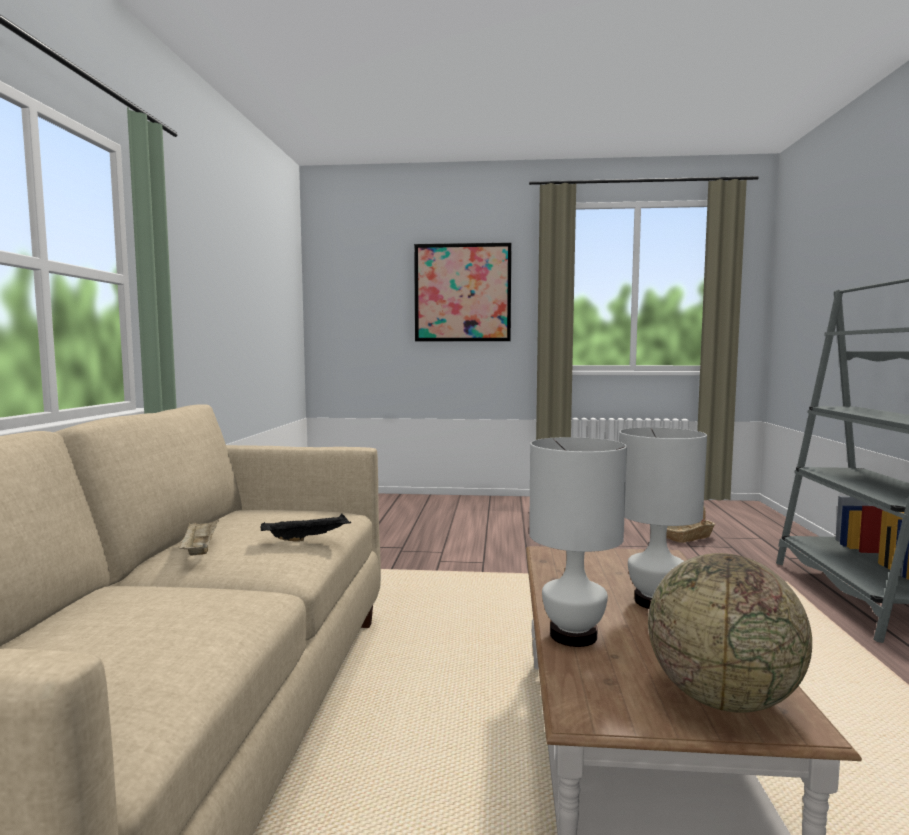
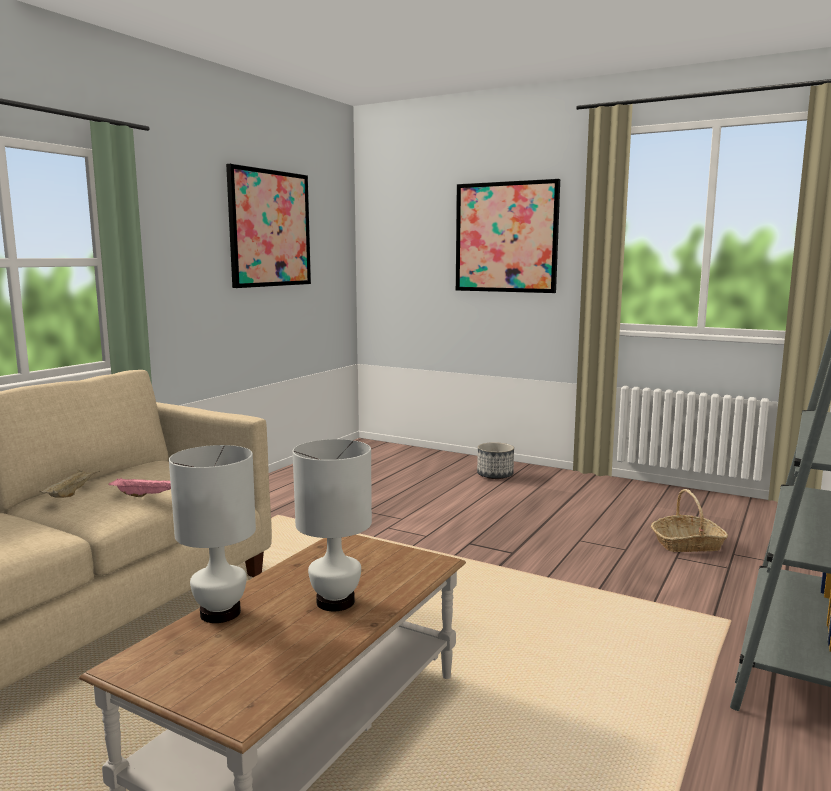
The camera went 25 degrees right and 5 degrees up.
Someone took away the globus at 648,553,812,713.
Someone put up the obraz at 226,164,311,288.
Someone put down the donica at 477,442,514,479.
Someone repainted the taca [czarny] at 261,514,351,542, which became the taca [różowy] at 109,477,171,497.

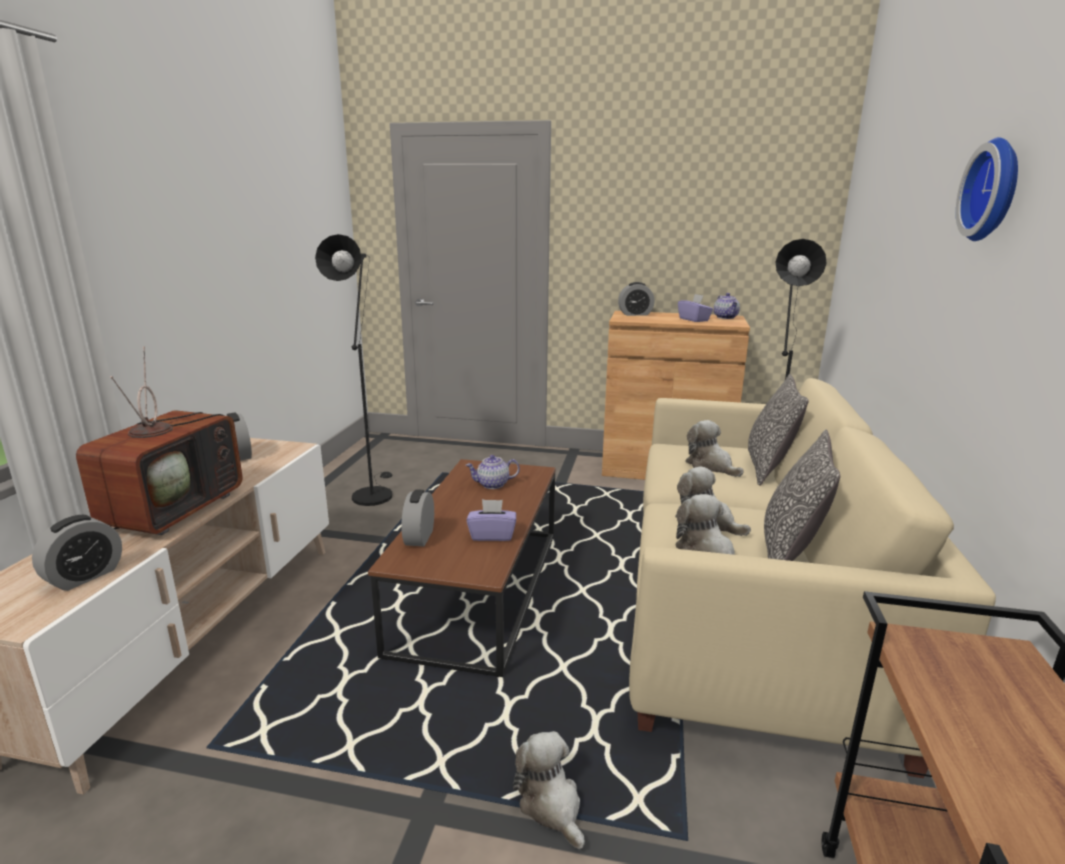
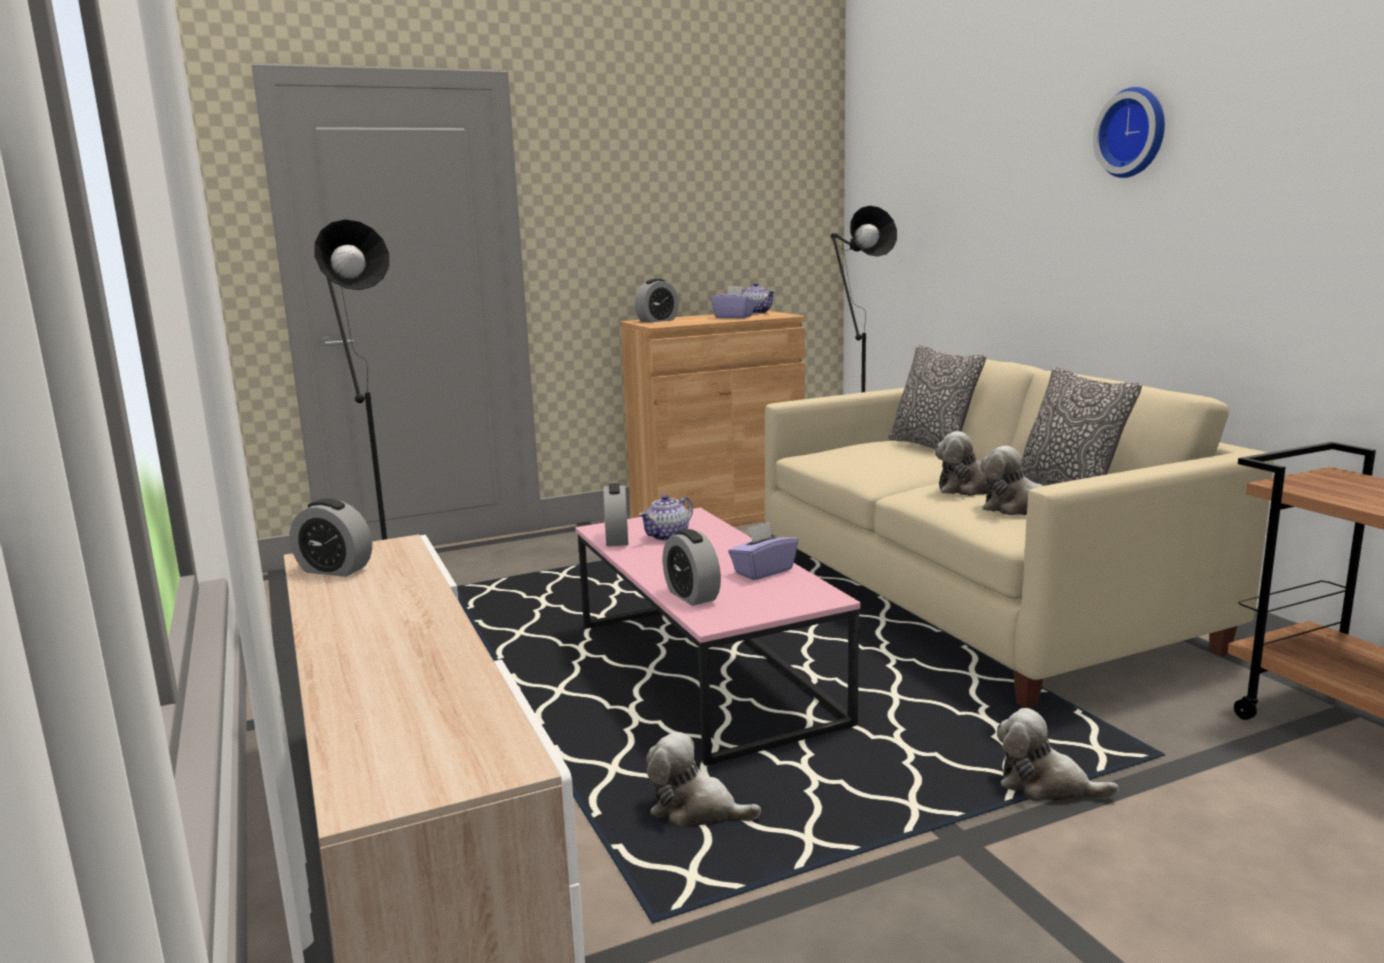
The camera went 35 degrees left and 5 degrees down.
Someone took away the telewizor at 76,346,243,535.
Someone carried the budzik from 32,515,122,591 to 603,483,628,546.
Someone carried the pluszak from 685,420,744,477 to 646,732,761,827.
Someone repainted the ława [brązowy] at 368,459,556,677, which became the ława [różowy] at 575,508,861,766.

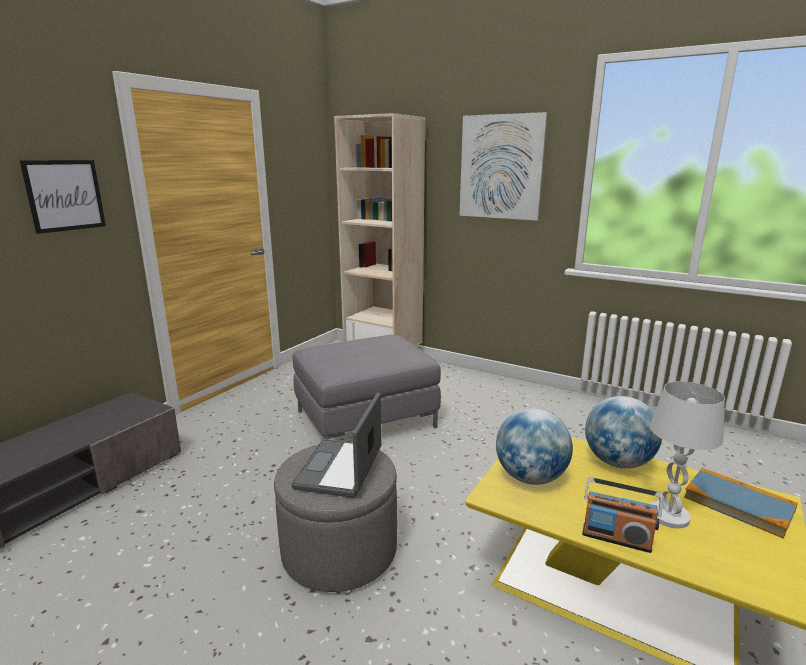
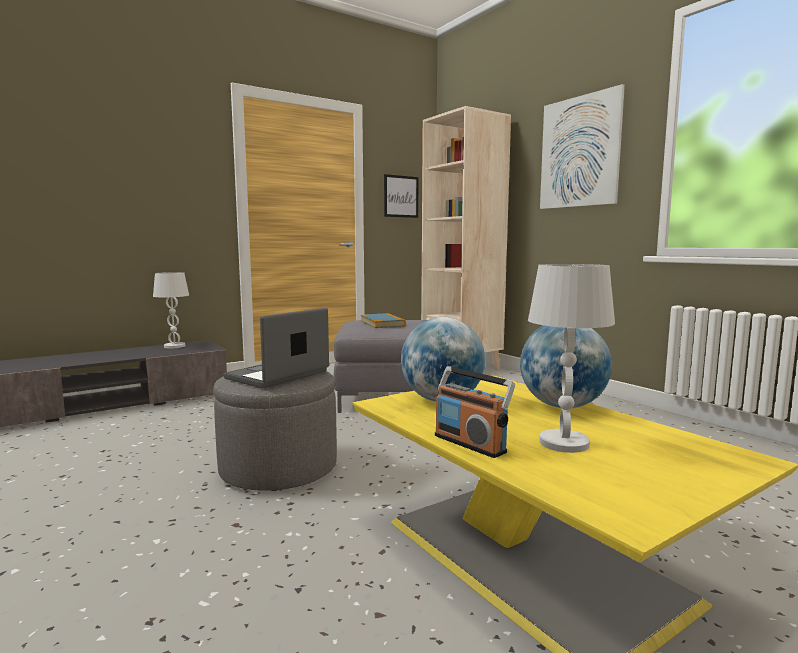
The camera went 25 degrees right and 10 degrees down.
Someone put down the lampa stołowa [biały] at 153,272,189,349.
Someone carried the obraz from 20,160,106,234 to 384,174,418,218.
Someone carried the książka from 684,467,798,539 to 361,313,406,328.

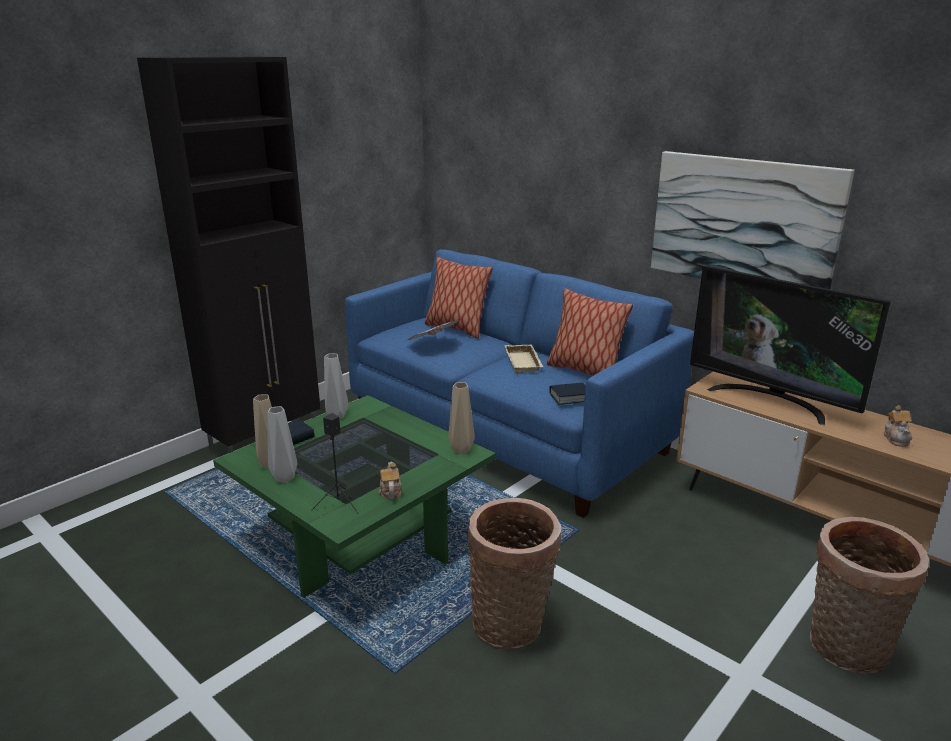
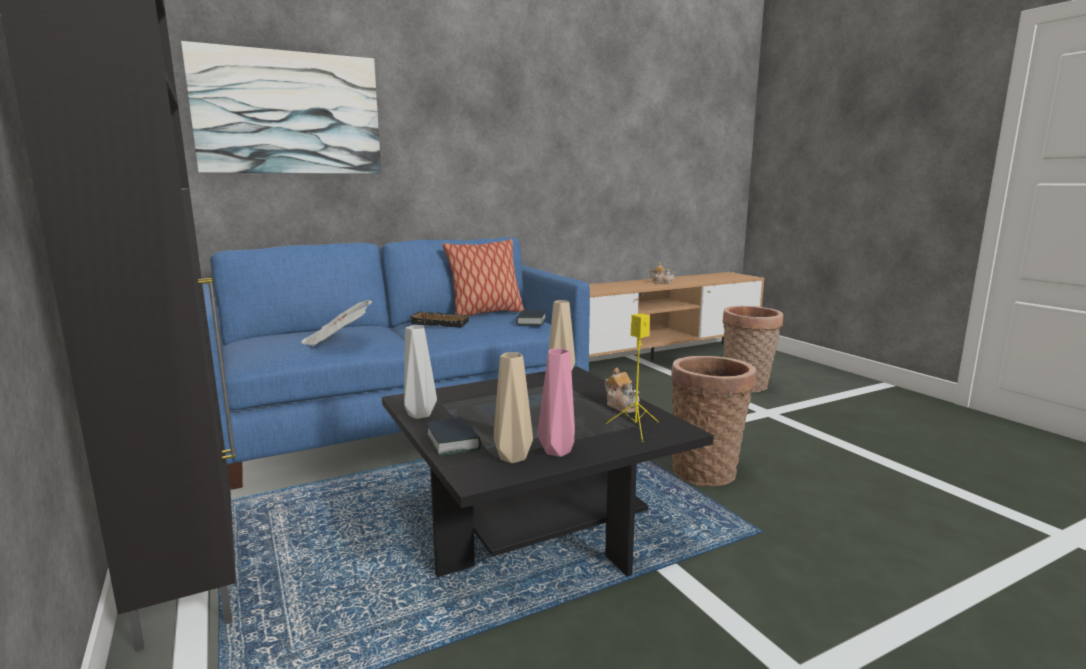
The camera went 70 degrees left and 10 degrees down.
Someone took away the poduszka at 425,257,493,339.
Someone took away the telewizor at 690,265,891,425.
Someone carried the obraz from 651,151,855,289 to 181,41,381,174.
Someone repainted the ława [zielony] at 213,395,496,598, which became the ława [czarny] at 382,366,714,578.
Someone repainted the wazon [szary] at 268,406,297,483, which became the wazon [różowy] at 538,348,575,457.
Someone repainted the głośnik [czarny] at 312,413,358,514, which became the głośnik [żółty] at 605,314,659,442.
Someone repainted the taca [beżowy] at 505,344,543,373, which became the taca [czarny] at 409,311,473,327.
Someone rotated the imbryk at 379,462,401,499 by 135 degrees counterclockwise.

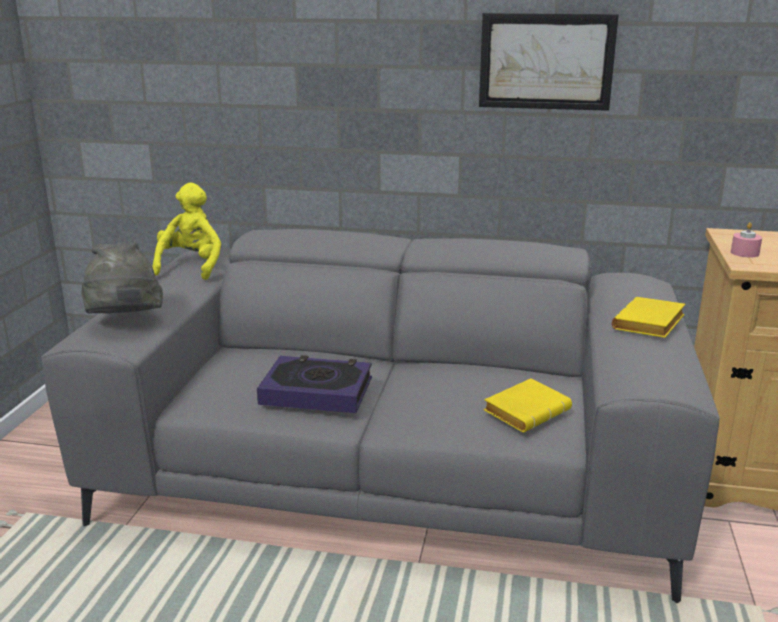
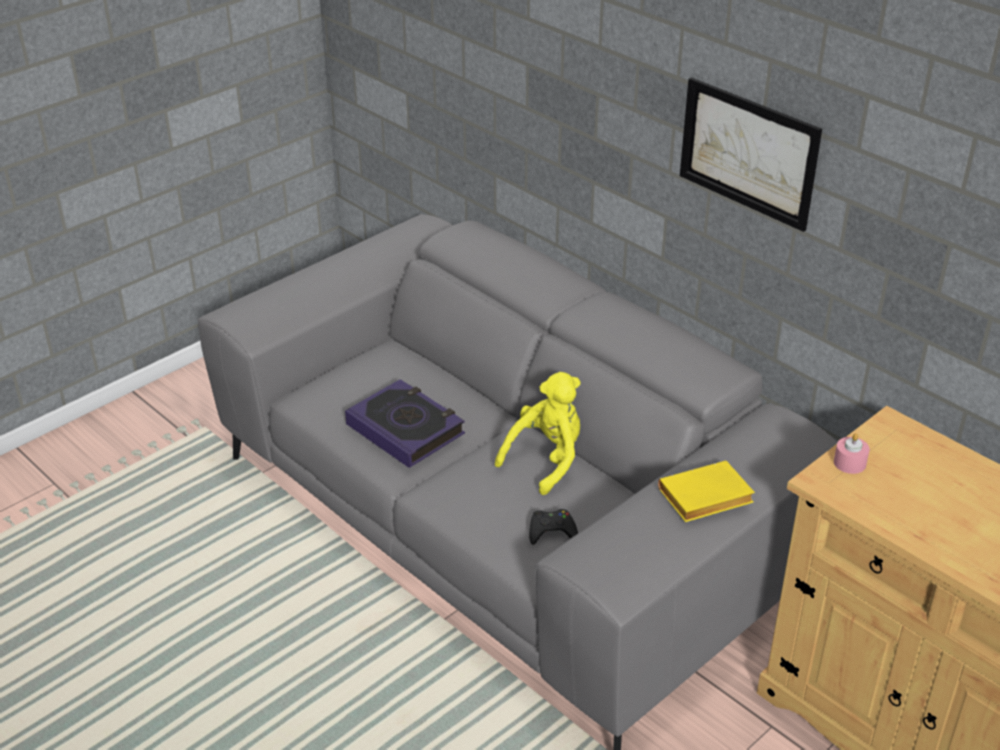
The camera went 35 degrees right and 15 degrees up.
Someone took away the kapelusz [szary] at 81,242,163,314.
Someone carried the pluszak [żółty] from 152,183,221,280 to 495,372,581,495.
Someone swapped the książka [żółty] at 483,378,572,433 for the pad do gier [czarny] at 529,509,578,545.

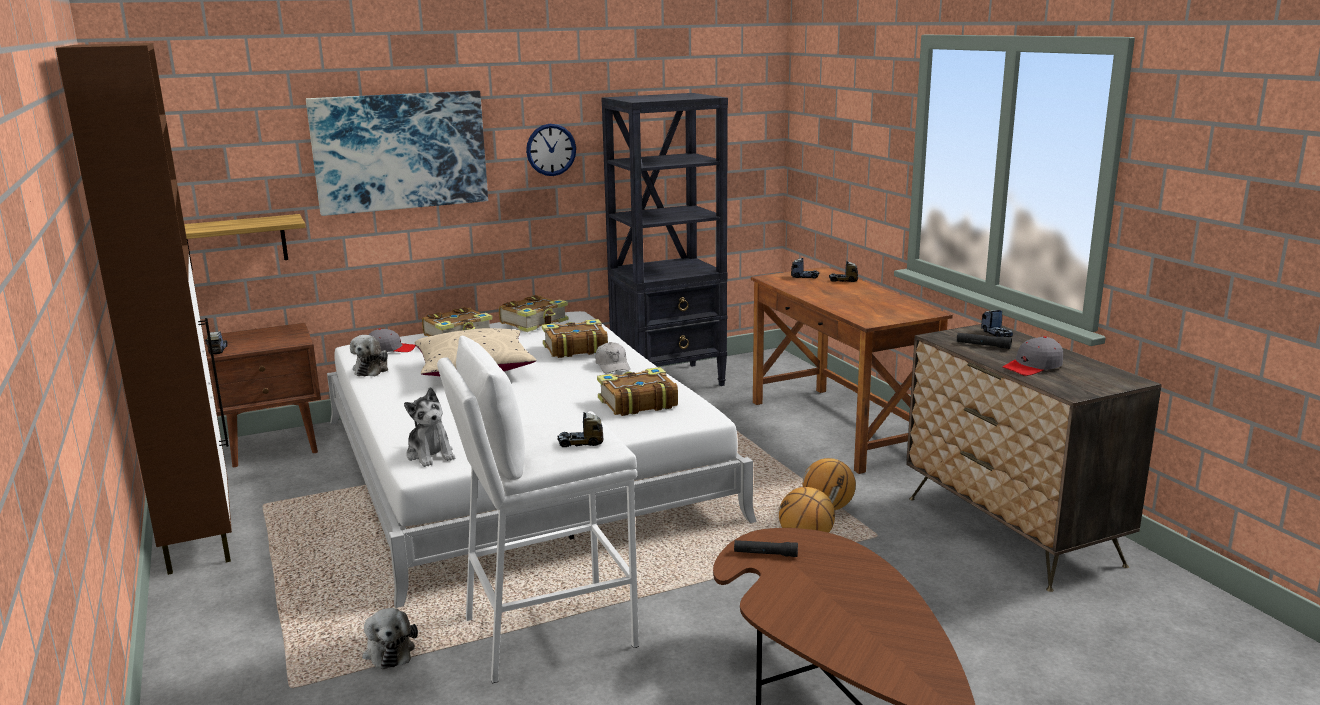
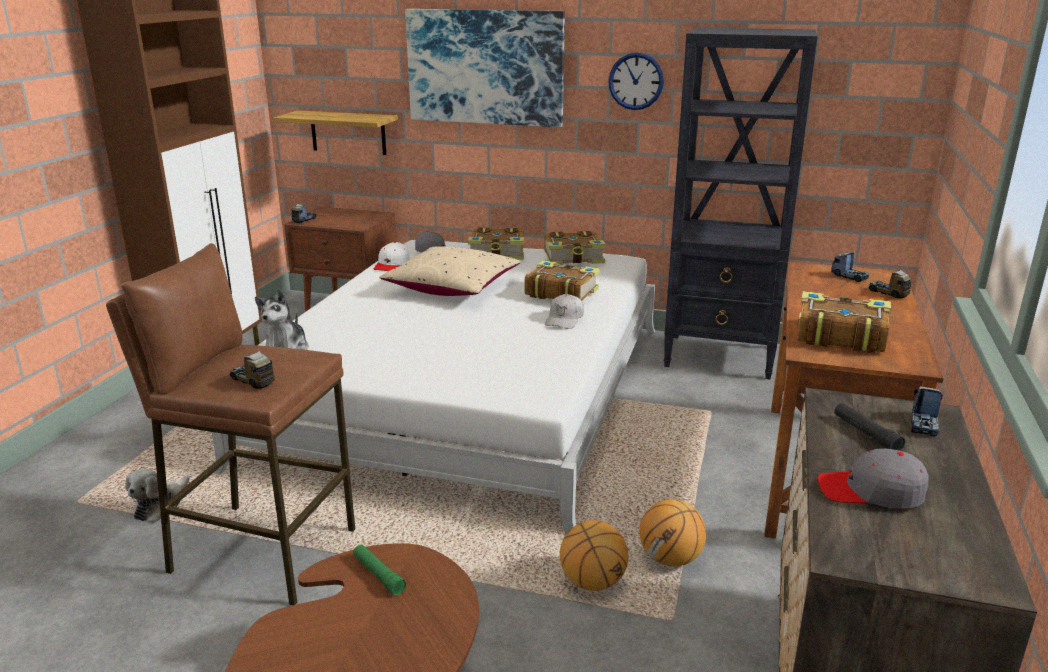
The camera went 40 degrees right and 5 degrees up.
Someone carried the książka from 597,367,678,416 to 797,291,891,354.
Someone swapped the pluszak at 350,335,388,376 for the czapka z daszkiem [biały] at 373,242,410,271.
Someone repainted the stołek [biały] at 437,336,639,684, which became the stołek [brązowy] at 106,243,355,605.
Someone repainted the latarka [czarny] at 734,540,798,557, which became the latarka [zielony] at 353,545,406,595.

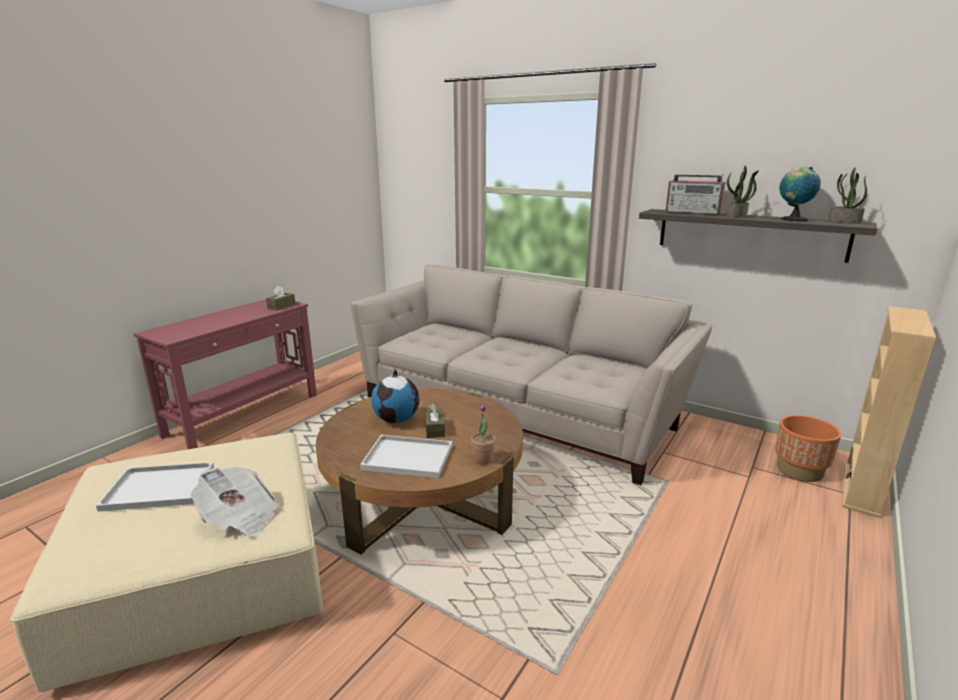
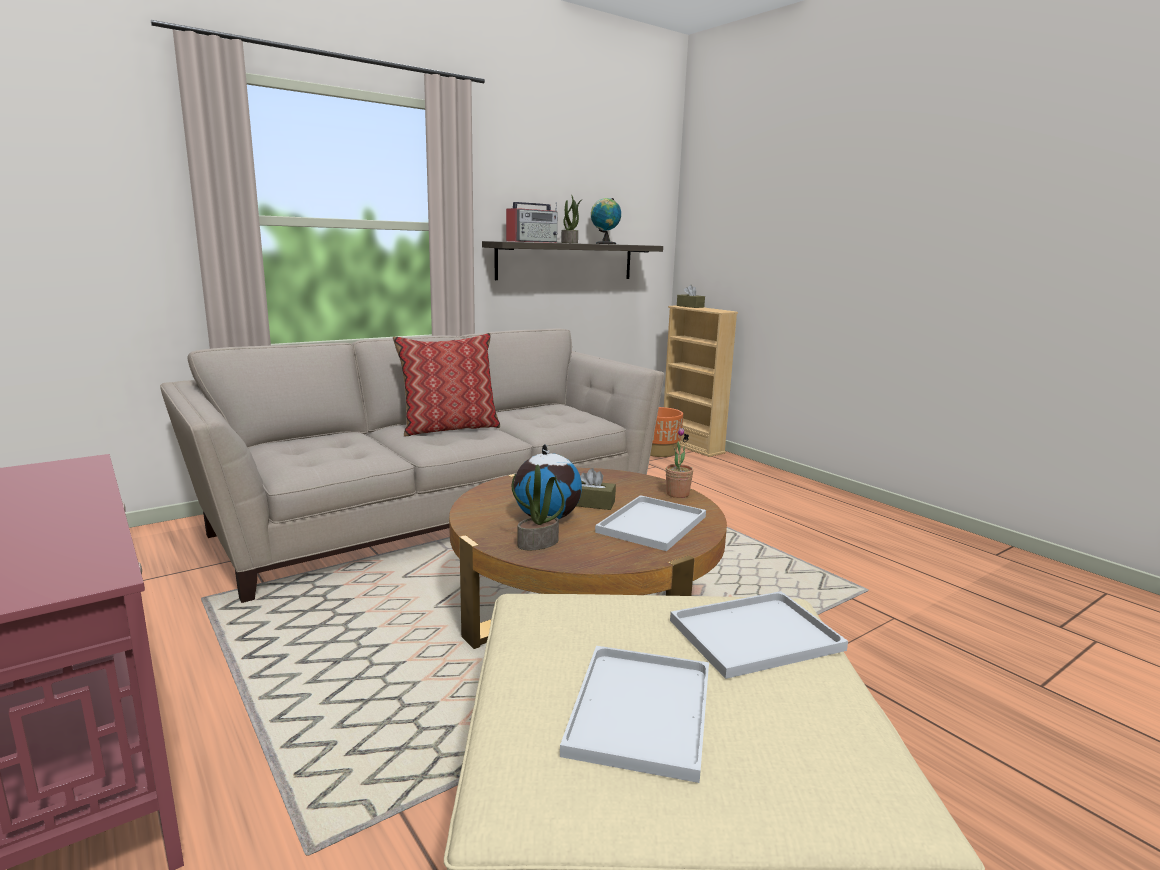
The camera went 70 degrees left and 5 degrees down.
Someone put down the poduszka at 393,333,500,437.
Someone carried the pudełko chusteczek [brązowy] from 266,286,295,310 to 677,285,705,308.
Someone carried the roślina doniczkowa from 828,167,867,224 to 512,464,565,550.
Someone swapped the gazeta at 191,467,279,537 for the taca [biały] at 670,591,848,679.

